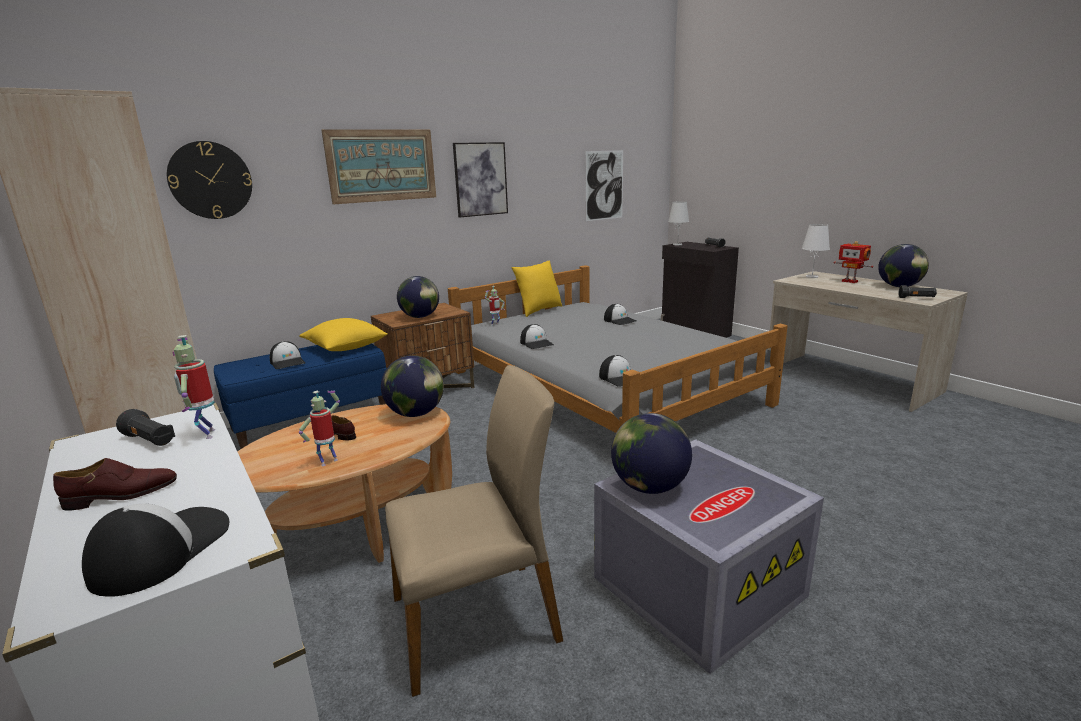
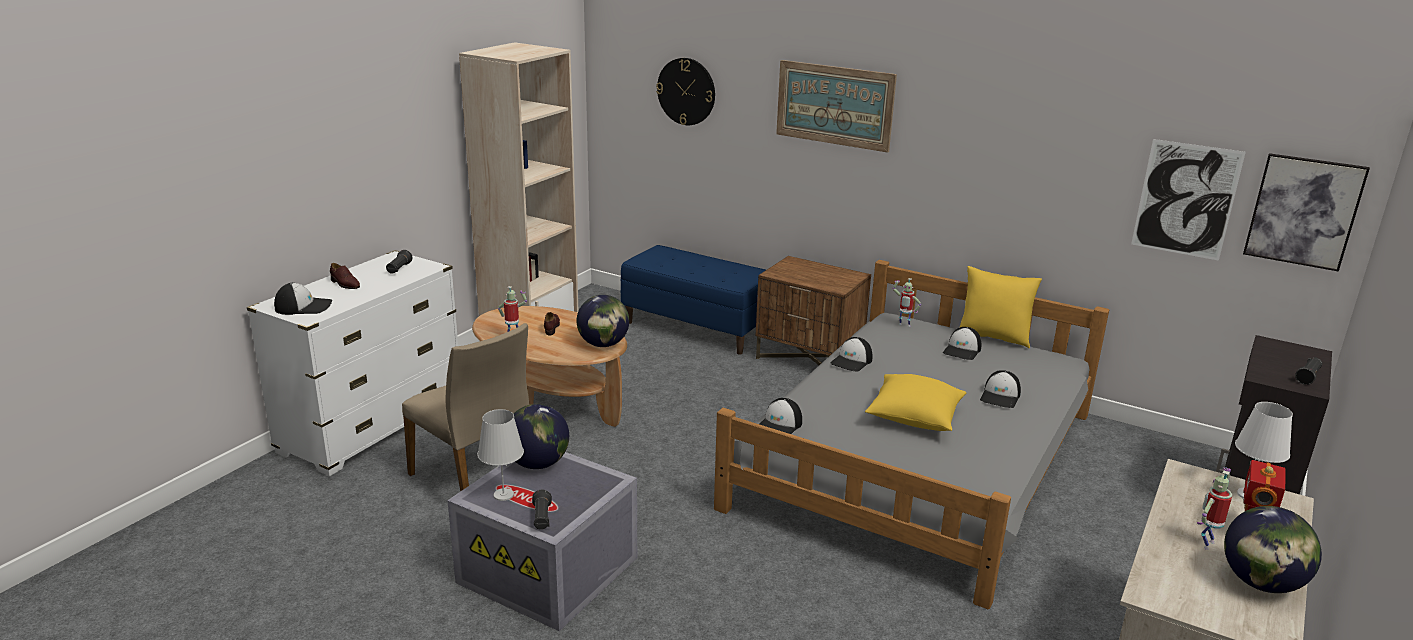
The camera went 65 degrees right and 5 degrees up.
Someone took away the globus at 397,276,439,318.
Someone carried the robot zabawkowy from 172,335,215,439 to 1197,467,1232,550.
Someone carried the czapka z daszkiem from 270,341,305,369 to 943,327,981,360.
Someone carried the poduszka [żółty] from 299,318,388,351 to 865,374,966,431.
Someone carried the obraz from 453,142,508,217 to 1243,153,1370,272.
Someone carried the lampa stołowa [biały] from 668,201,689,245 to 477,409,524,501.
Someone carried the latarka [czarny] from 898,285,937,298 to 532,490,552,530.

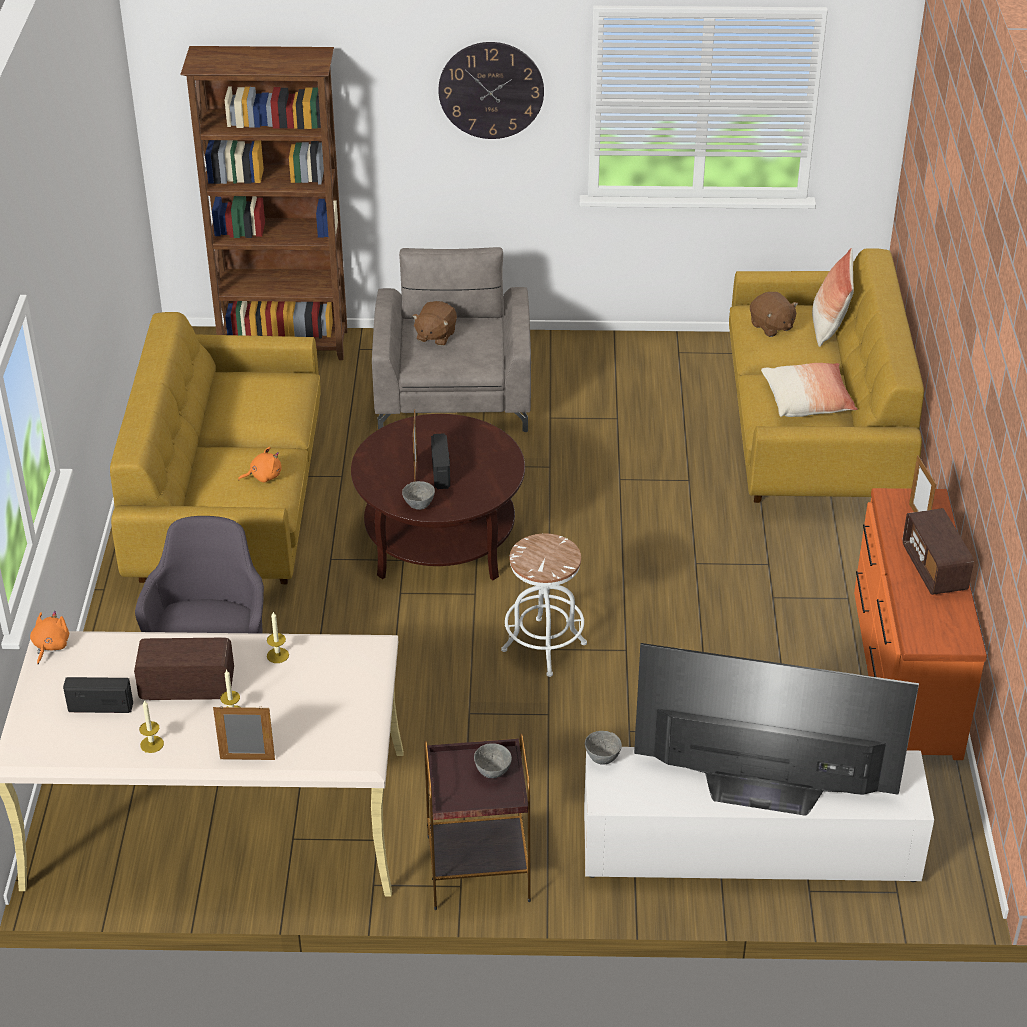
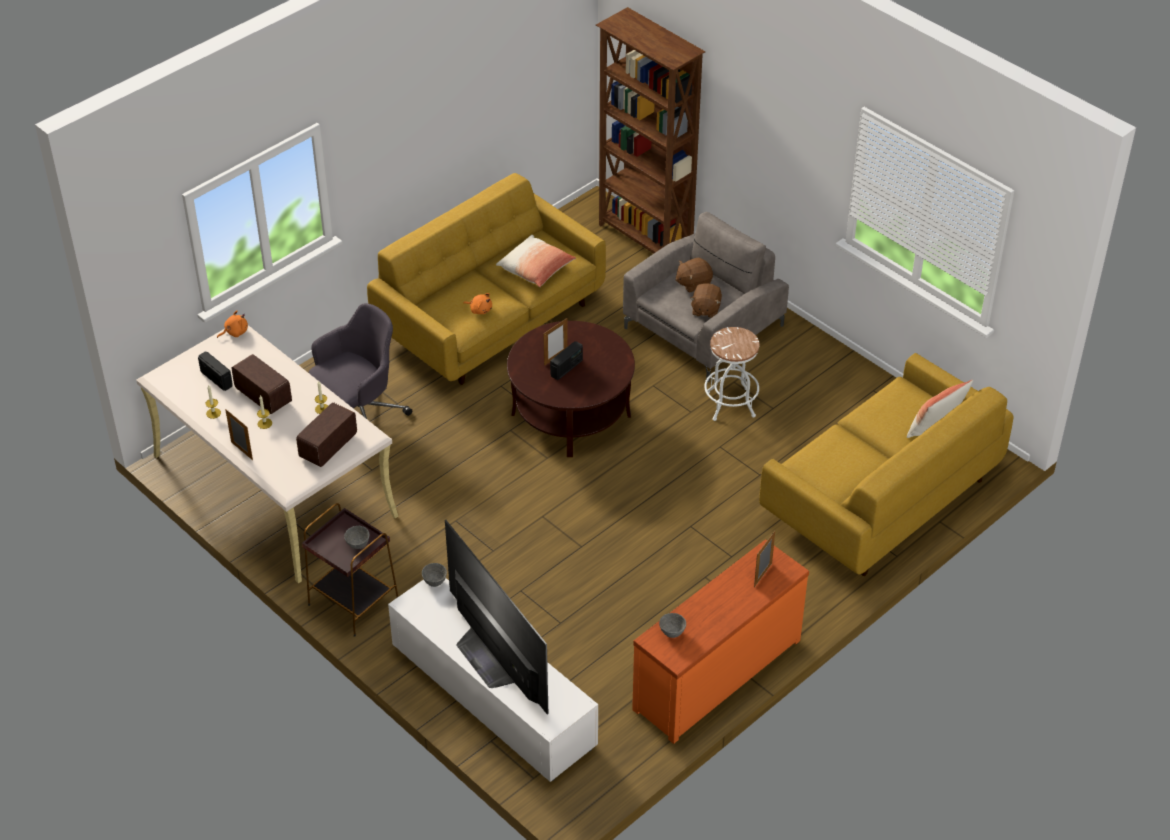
The camera went 45 degrees right and 5 degrees up.
Someone took away the zegar ścienny at 438,42,544,139.
Someone carried the miska [szary] from 402,481,435,510 to 659,613,686,638.
Someone carried the stołek [biały] from 501,534,587,677 to 704,327,760,421.
Someone carried the pluszak [brązowy] from 750,292,798,337 to 690,283,722,318.
Someone carried the poduszka from 761,363,857,417 to 496,235,576,287.
Someone carried the radio from 903,508,974,595 to 296,402,357,467.

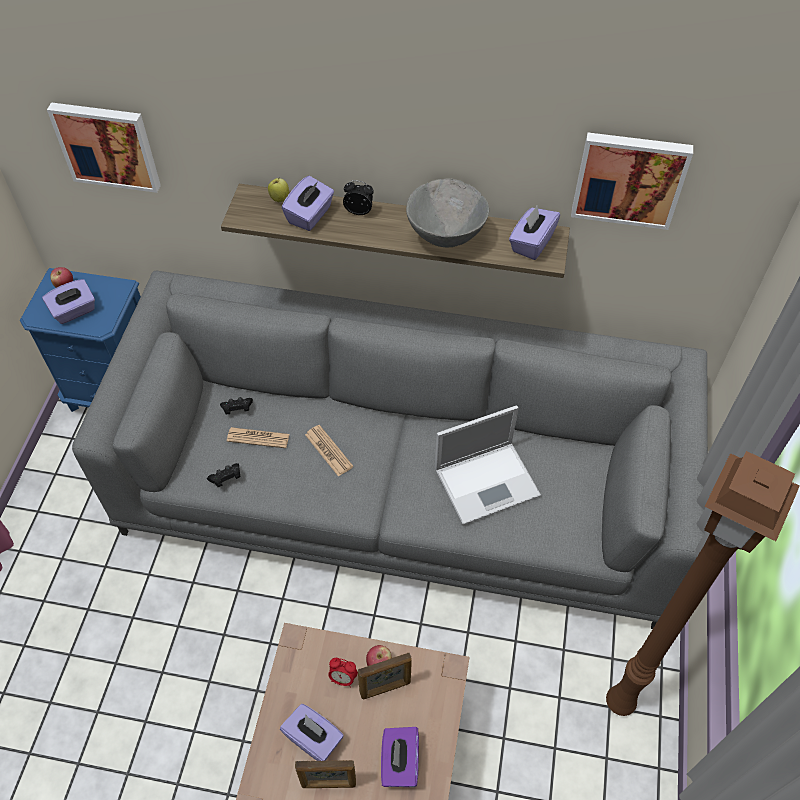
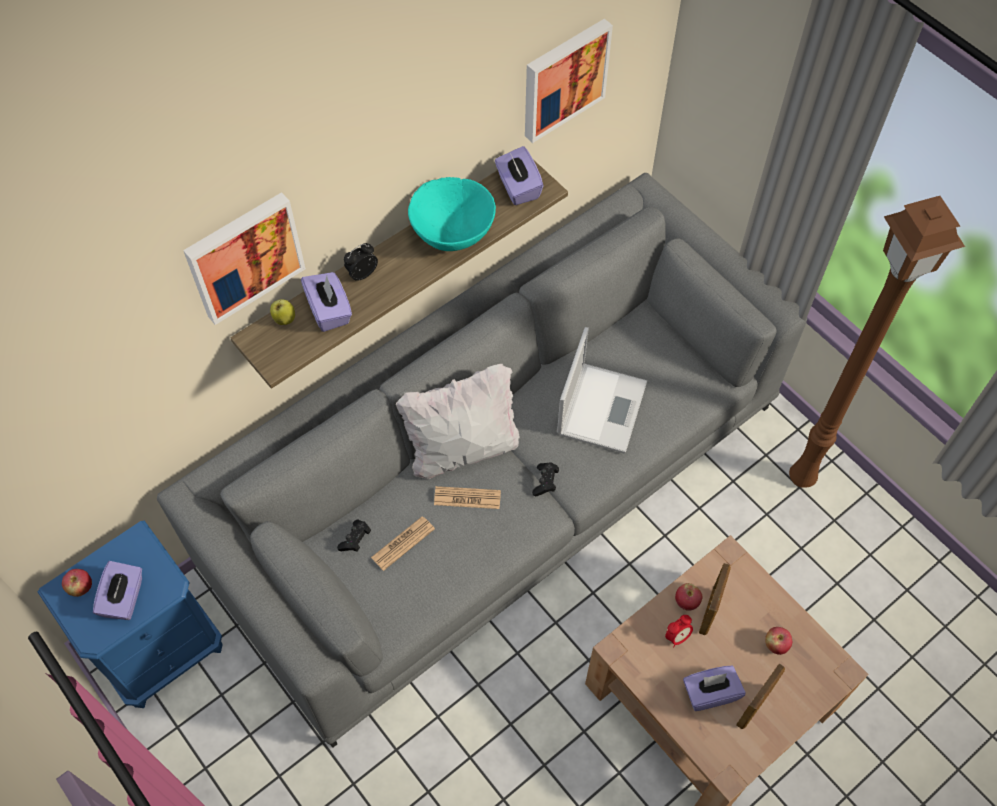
The camera went 50 degrees left and 5 degrees up.
Someone put down the poduszka [biały] at 396,364,520,479.
Someone carried the obraz from 47,102,161,193 to 183,192,306,325.
Someone carried the pad do gier [czarny] from 207,463,241,487 to 532,462,559,496.
Someone swapped the pudełko chusteczek [fioletowy] at 381,727,419,787 for the jabłko at 765,627,792,655.
Someone repainted the miska [szary] at 406,179,489,247, which became the miska [turkusowy] at 408,177,496,251.

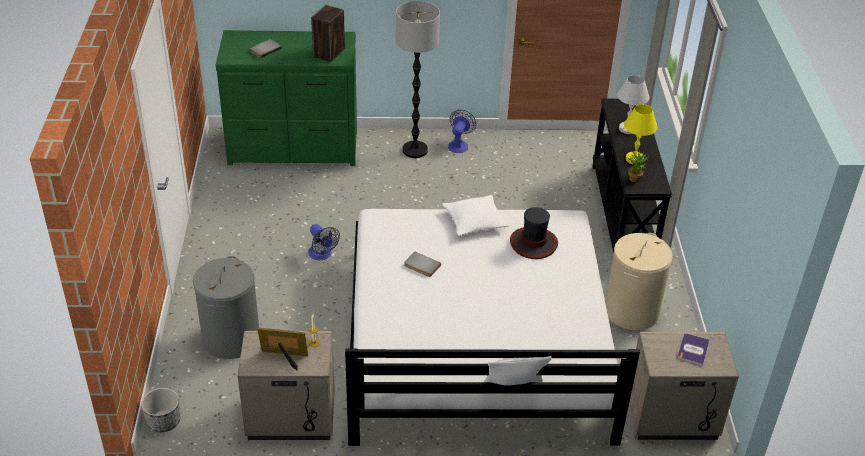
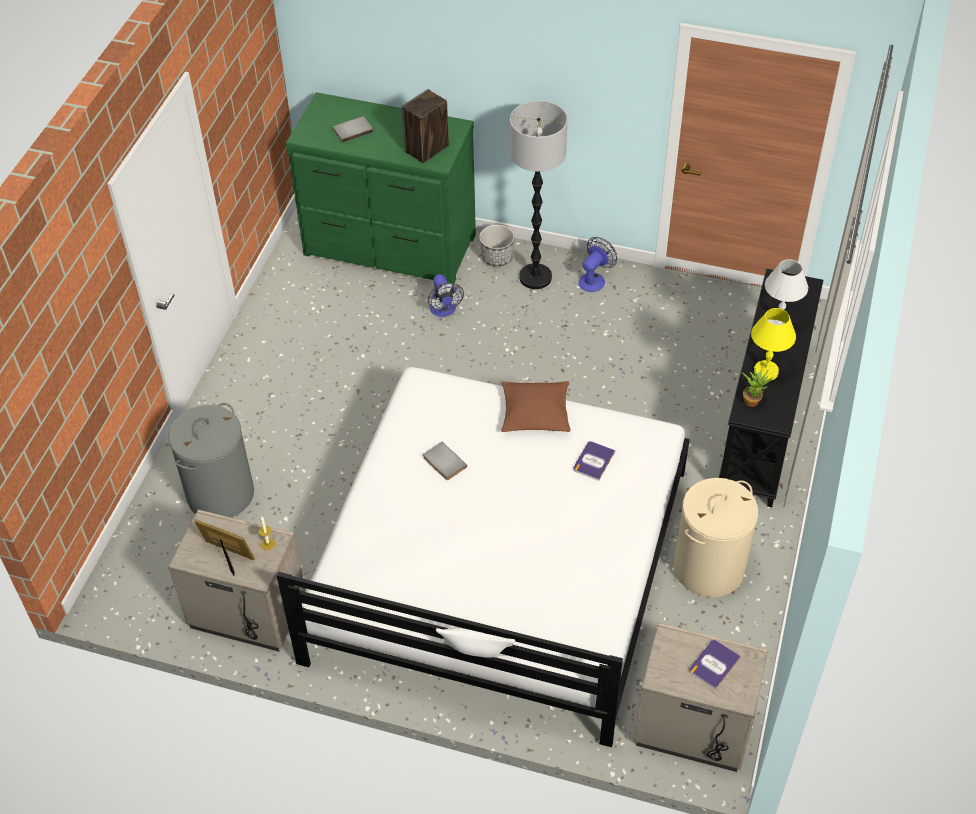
The camera went 20 degrees right and 10 degrees up.
Someone carried the donica from 141,388,180,432 to 479,224,515,267.
Someone carried the wentylator from 308,224,340,260 to 428,274,464,317.
Someone swapped the kapelusz at 510,207,558,259 for the książka at 573,441,616,481.
Someone repainted the poduszka [biały] at 442,195,509,236, which became the poduszka [brązowy] at 501,381,570,432.

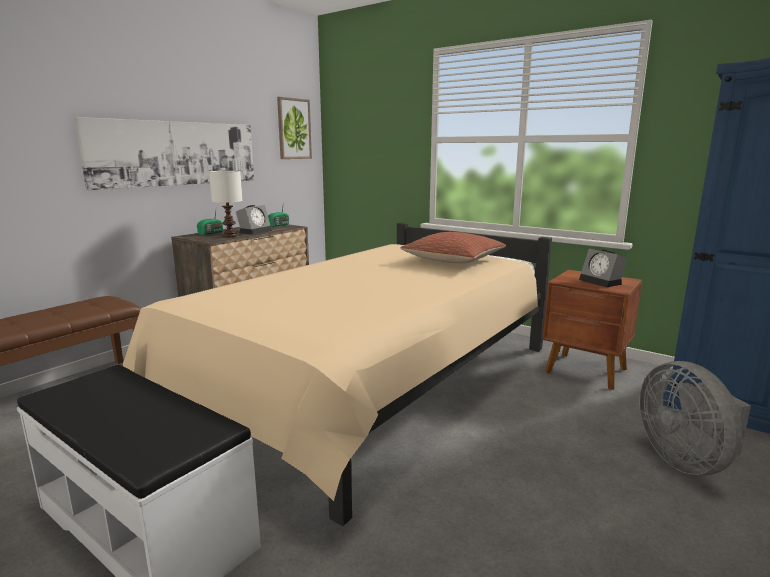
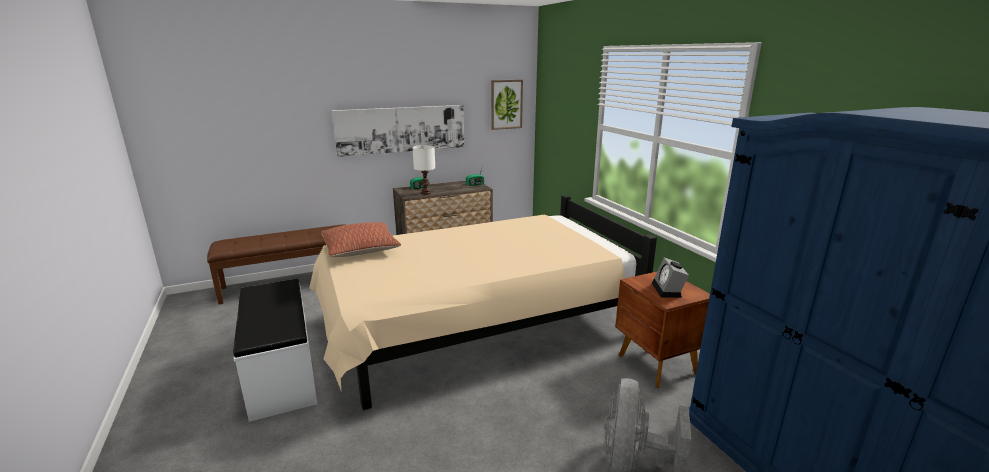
The camera went 30 degrees right and 5 degrees up.
Someone took away the budzik at 236,205,272,235.
Someone carried the poduszka from 400,232,506,263 to 321,222,401,257.

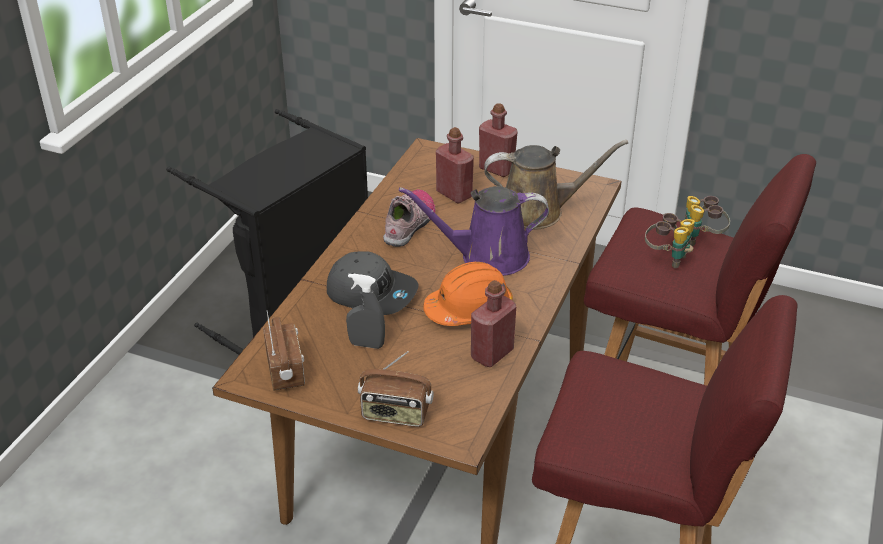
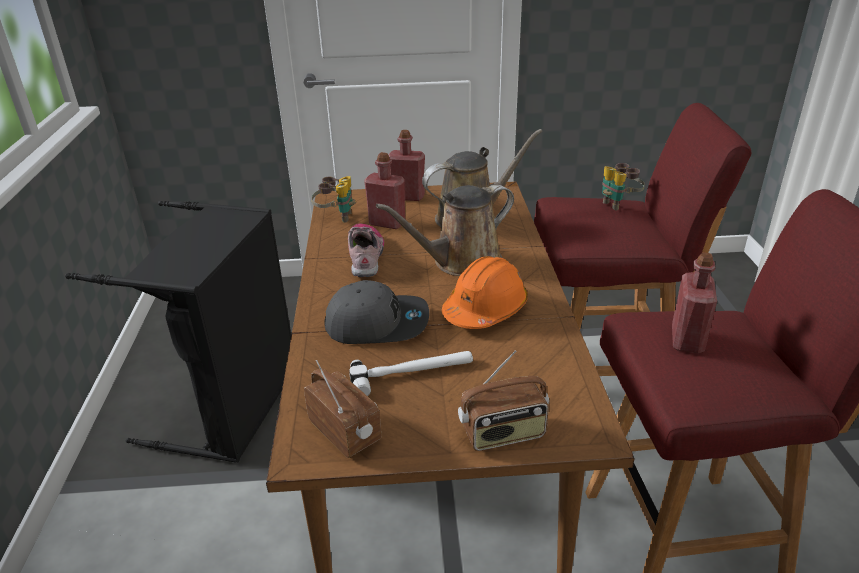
The camera went 25 degrees left and 5 degrees down.
Someone carried the butelka [czerwony] from 471,280,516,367 to 672,253,717,353.
Someone carried the lornetka from 645,213,695,268 to 311,176,356,223.
Someone swapped the spryskiwacz [szary] at 346,273,385,349 for the młotek at 349,351,473,396.
Someone repainted the konewka [fioletowy] at 399,186,549,276, which became the konewka [brązowy] at 376,185,514,276.

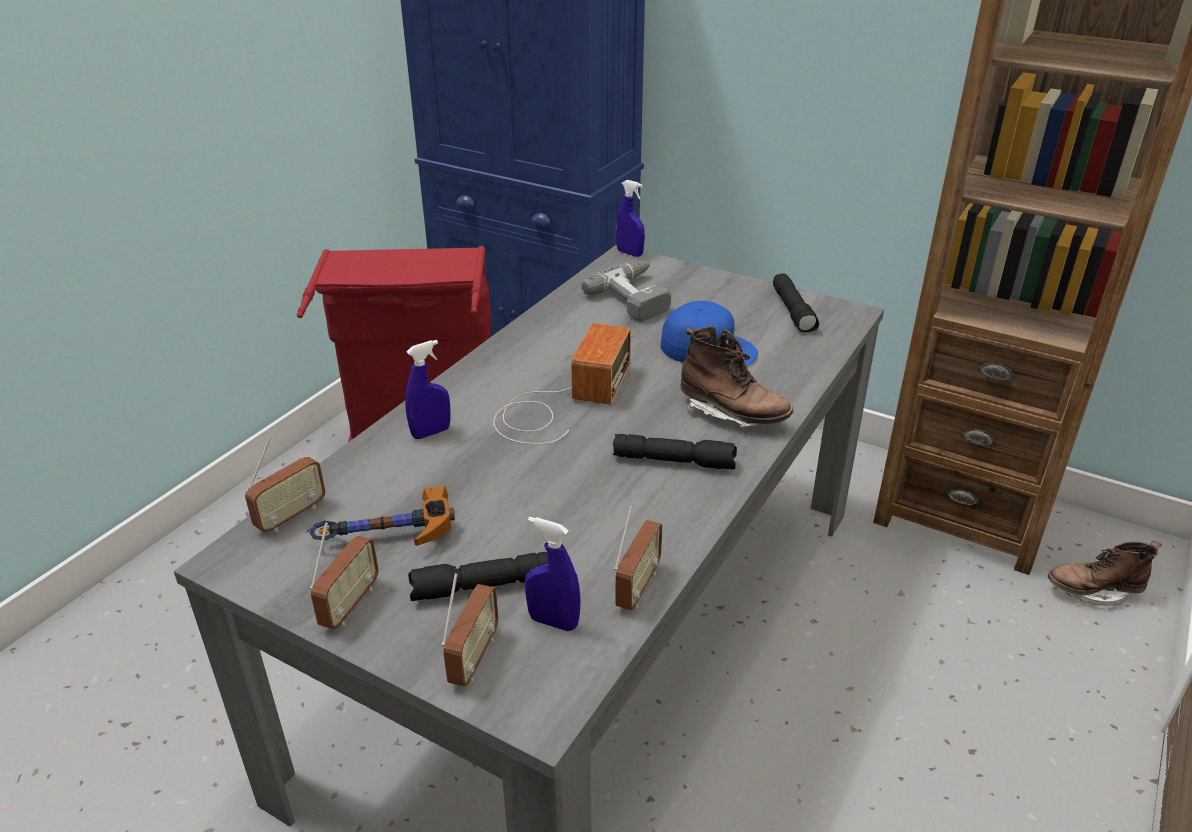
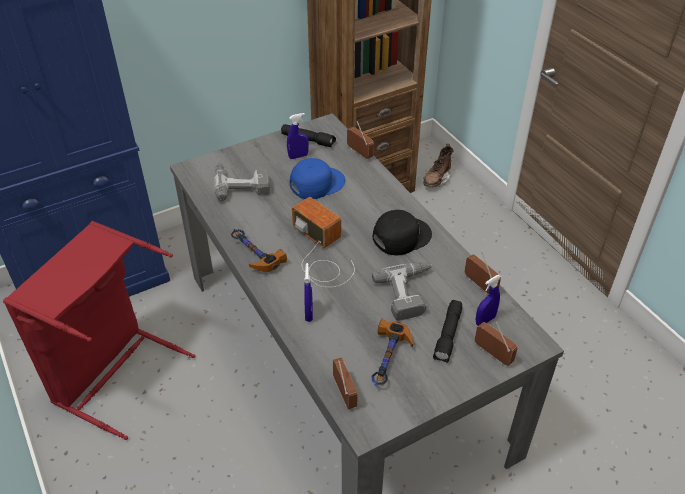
The camera went 60 degrees left and 10 degrees up.
Someone took away the but z cholewką [brązowy] at 680,327,793,427.
Someone put down the młotek at 231,229,287,272.
Someone put down the wiertarka at 372,262,432,321.
Someone carried the radio from 310,522,379,629 to 347,121,374,159.
Someone carried the spryskiwacz [niebieski] from 616,180,645,257 to 287,113,309,159.
Someone swapped the latarka [czarny] at 613,434,737,469 for the czapka z daszkiem [czarny] at 373,210,432,255.

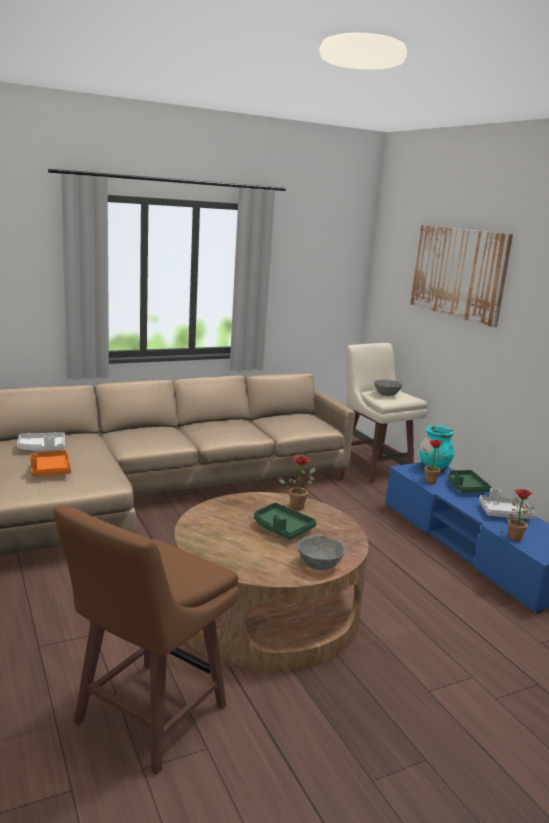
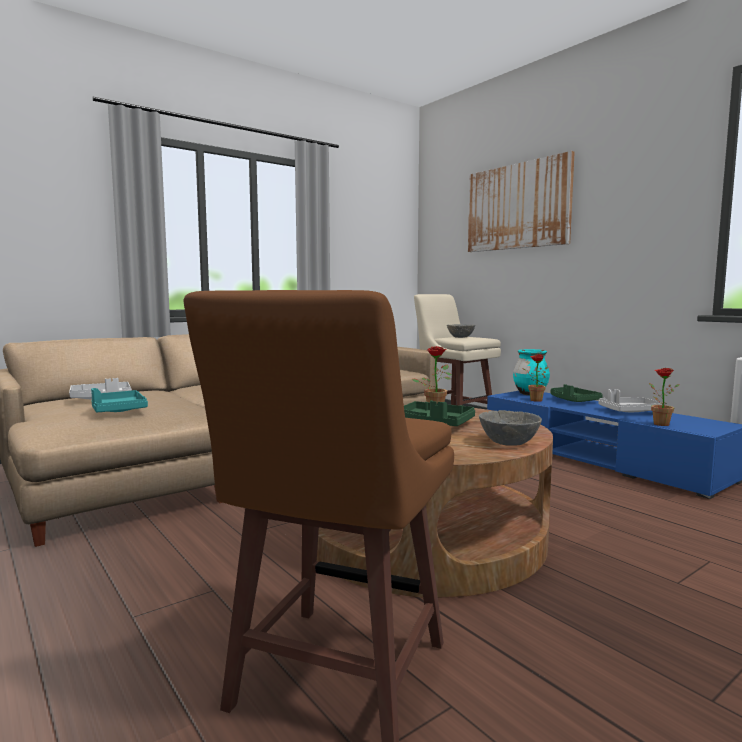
The camera went 10 degrees left and 10 degrees down.
Someone repainted the taca [pomarańczowy] at 30,450,71,477, which became the taca [turkusowy] at 91,388,148,412.

